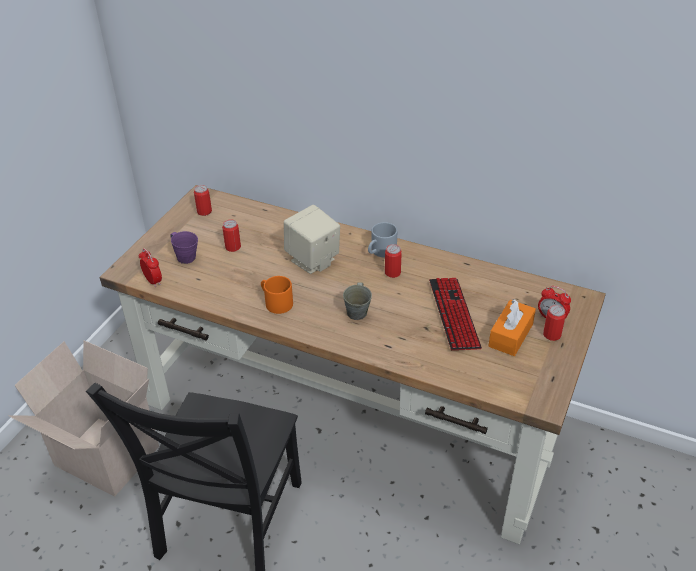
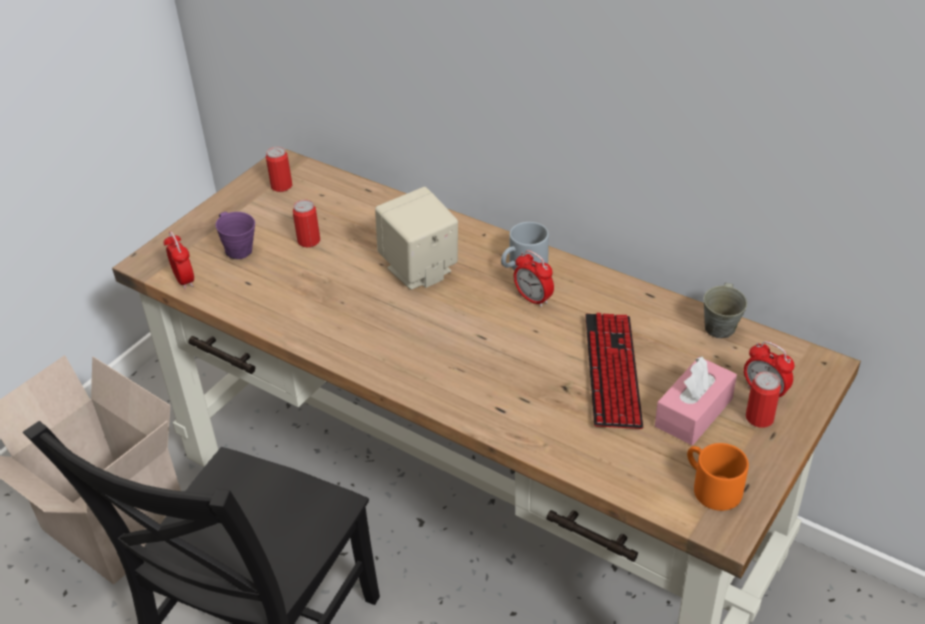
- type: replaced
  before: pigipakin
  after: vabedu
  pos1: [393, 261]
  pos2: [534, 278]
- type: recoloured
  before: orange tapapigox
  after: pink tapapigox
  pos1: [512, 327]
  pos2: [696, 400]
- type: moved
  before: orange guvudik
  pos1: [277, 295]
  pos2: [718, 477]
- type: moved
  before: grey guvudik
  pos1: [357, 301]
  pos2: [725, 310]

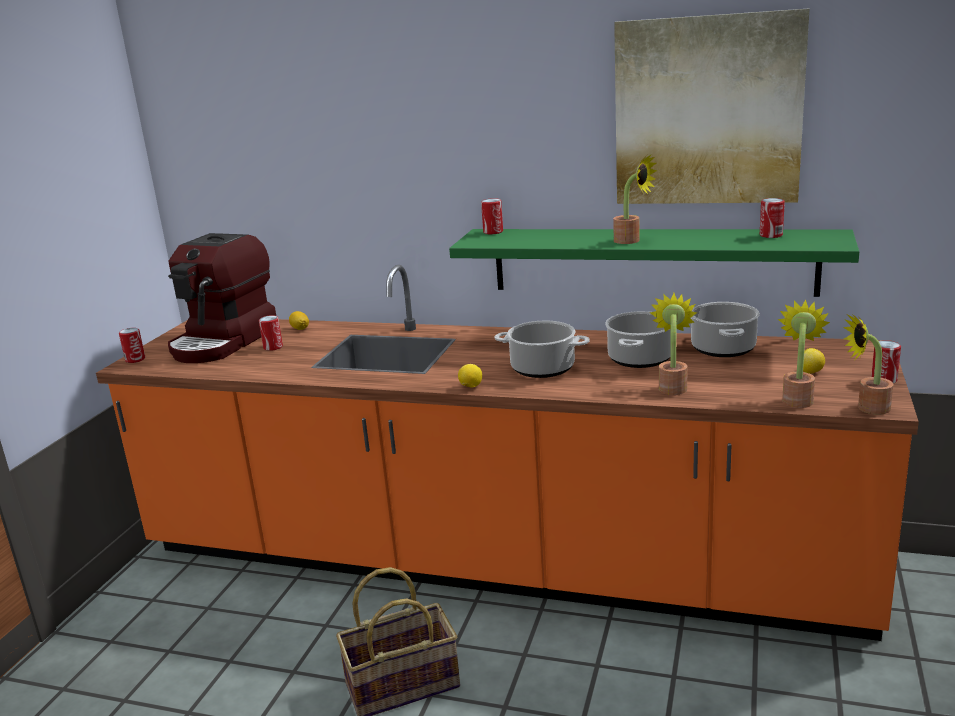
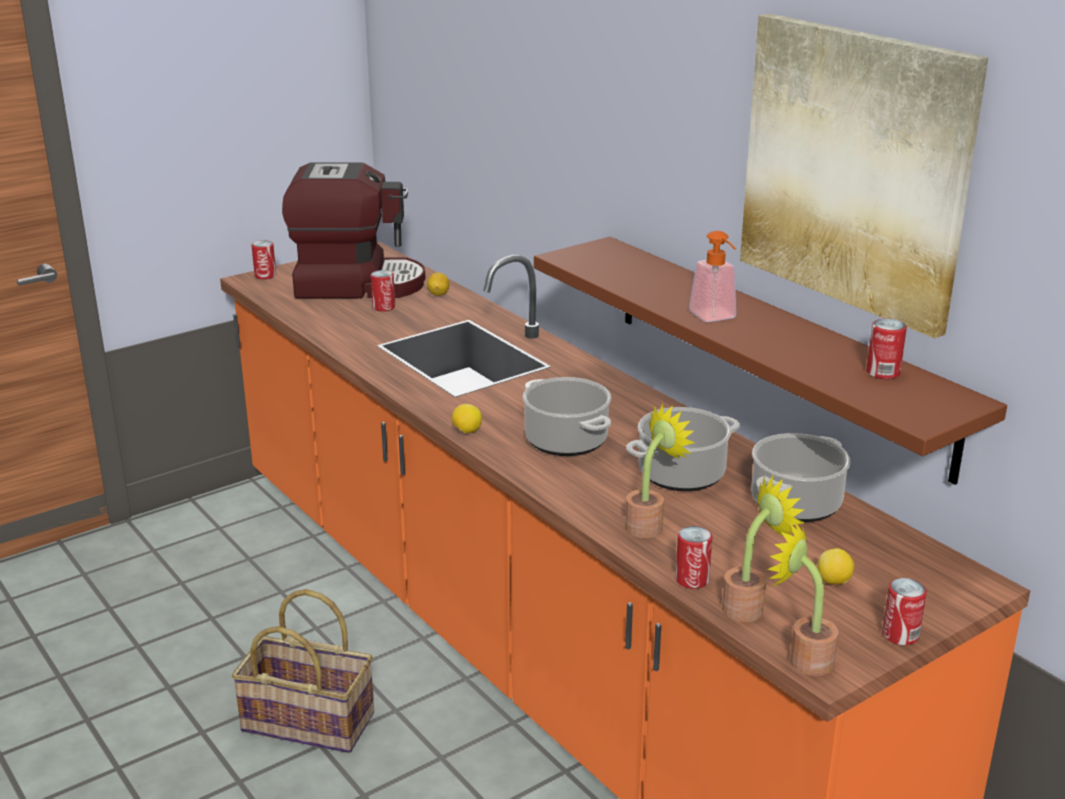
- type: turned
  before: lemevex
  pos1: [222, 298]
  pos2: [354, 230]
  turn: -150
- type: recoloured
  before: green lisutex
  after: brown lisutex
  pos1: [654, 263]
  pos2: [770, 361]
- type: moved
  before: pigipakin
  pos1: [492, 216]
  pos2: [693, 557]
- type: replaced
  before: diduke
  after: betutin
  pos1: [635, 199]
  pos2: [712, 276]

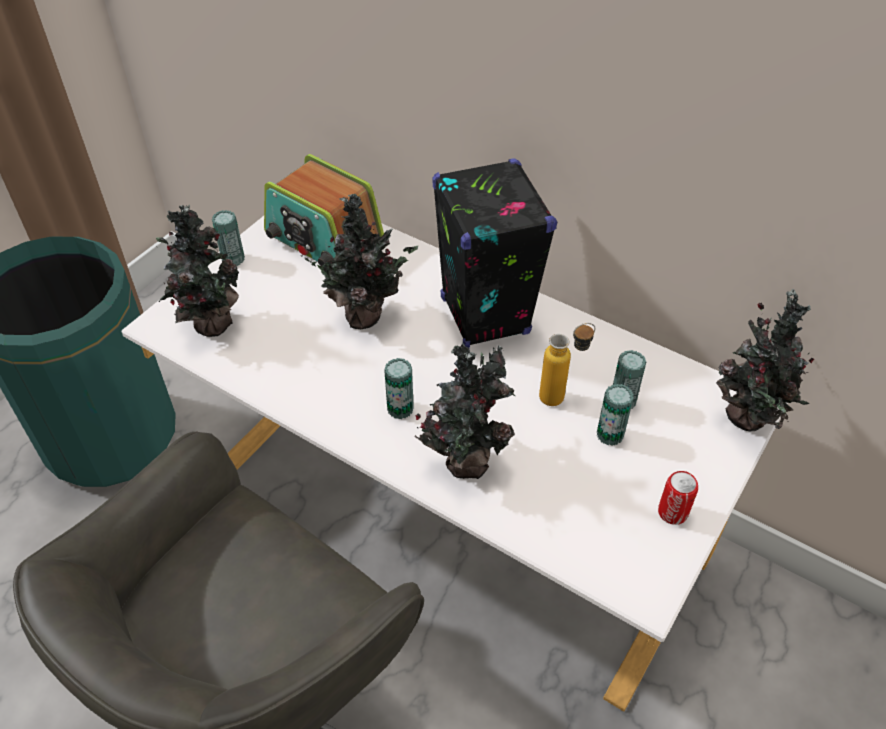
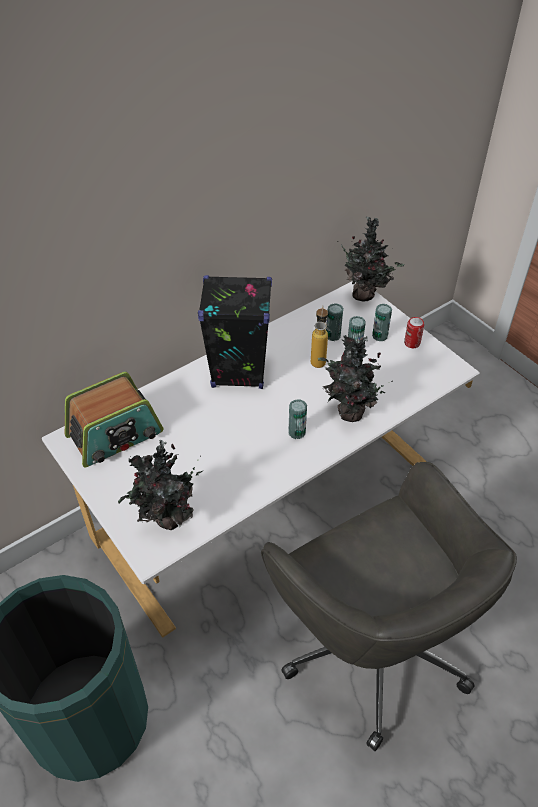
- type: moved
  before: pigipakin
  pos1: [228, 238]
  pos2: [382, 322]
- type: removed
  before: diduke
  pos1: [359, 261]

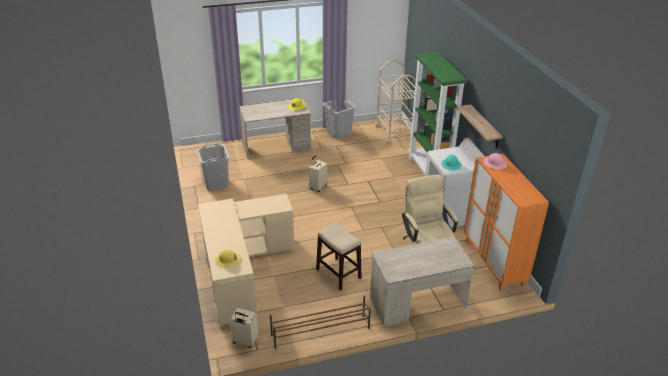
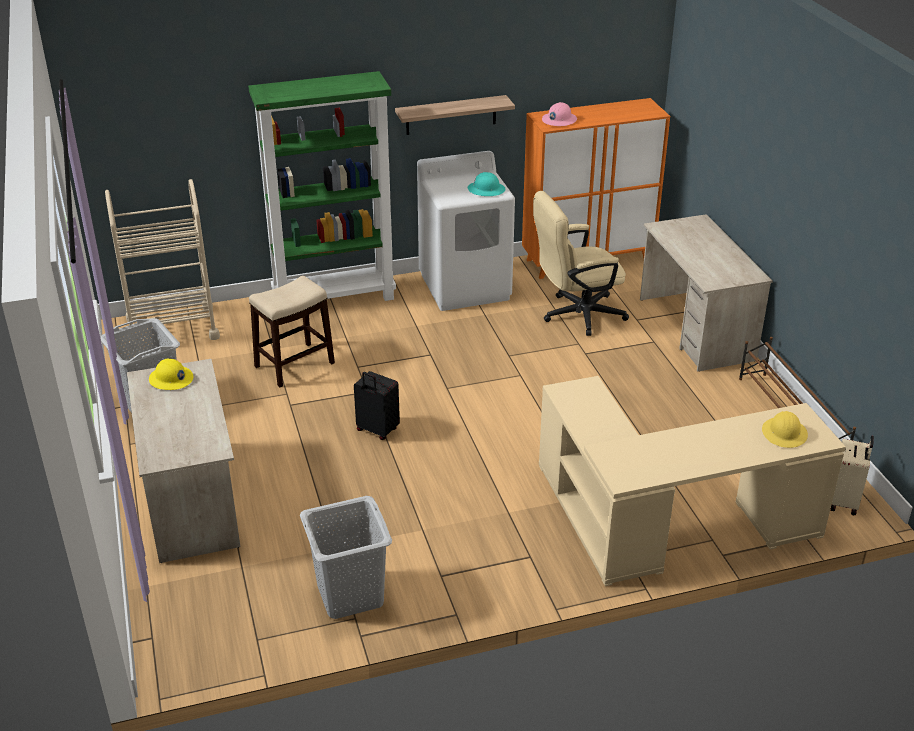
- type: moved
  before: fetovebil
  pos1: [338, 256]
  pos2: [292, 332]
- type: recoloured
  before: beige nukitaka
  after: black nukitaka
  pos1: [318, 174]
  pos2: [377, 405]

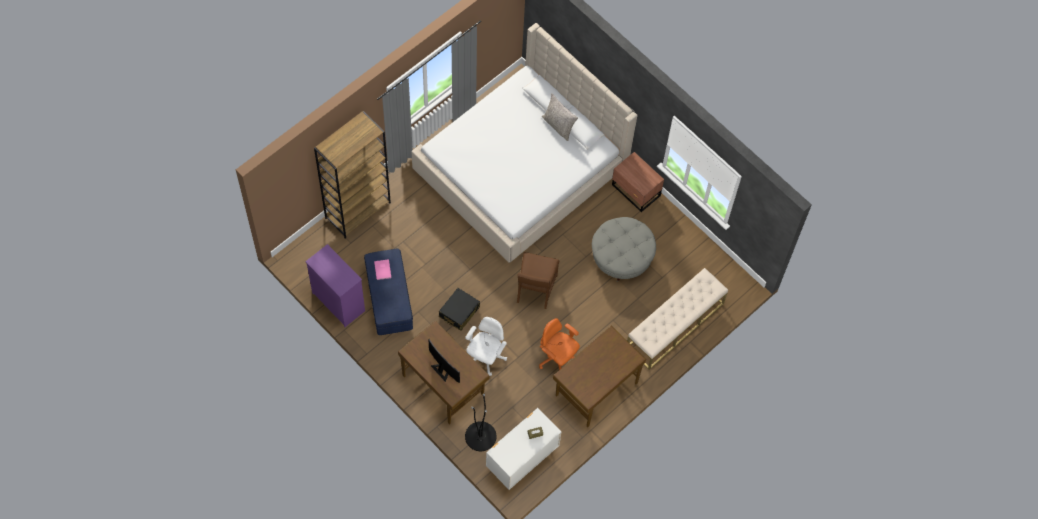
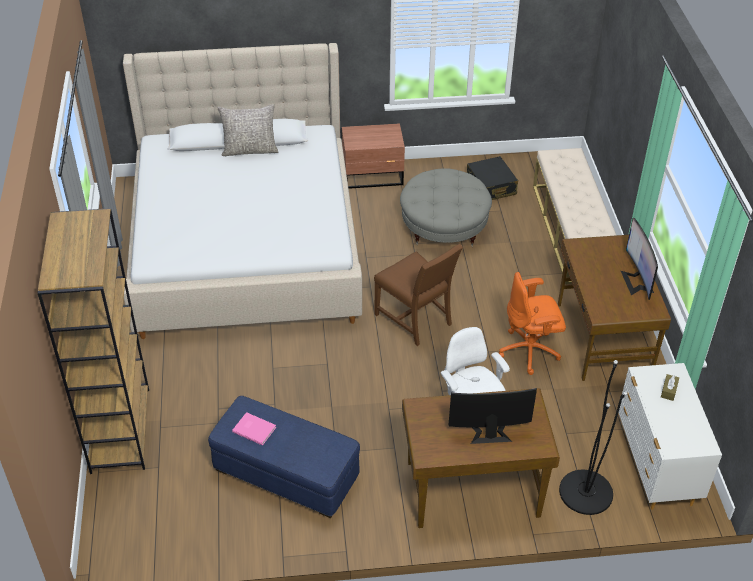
- type: moved
  before: black nukitaka
  pos1: [459, 309]
  pos2: [492, 178]
- type: added
  after: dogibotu
  pos2: [639, 259]
- type: removed
  before: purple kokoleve
  pos1: [335, 285]

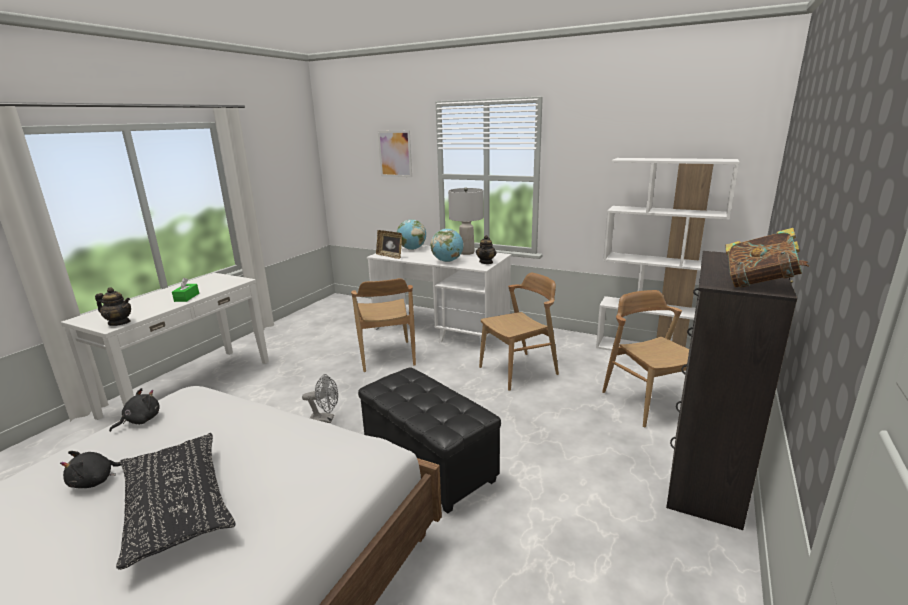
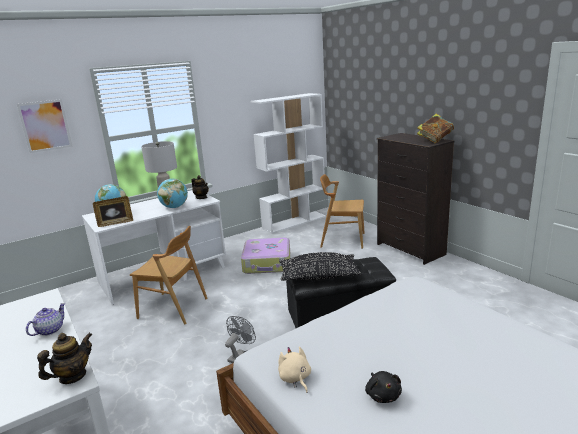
- type: replaced
  before: green tapapigox
  after: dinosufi
  pos1: [185, 290]
  pos2: [45, 319]
- type: replaced
  before: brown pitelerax
  after: nukitaka
  pos1: [519, 332]
  pos2: [265, 256]
- type: recoloured
  before: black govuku
  after: beige govuku
  pos1: [134, 410]
  pos2: [294, 369]
- type: moved
  before: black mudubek
  pos1: [176, 501]
  pos2: [320, 266]

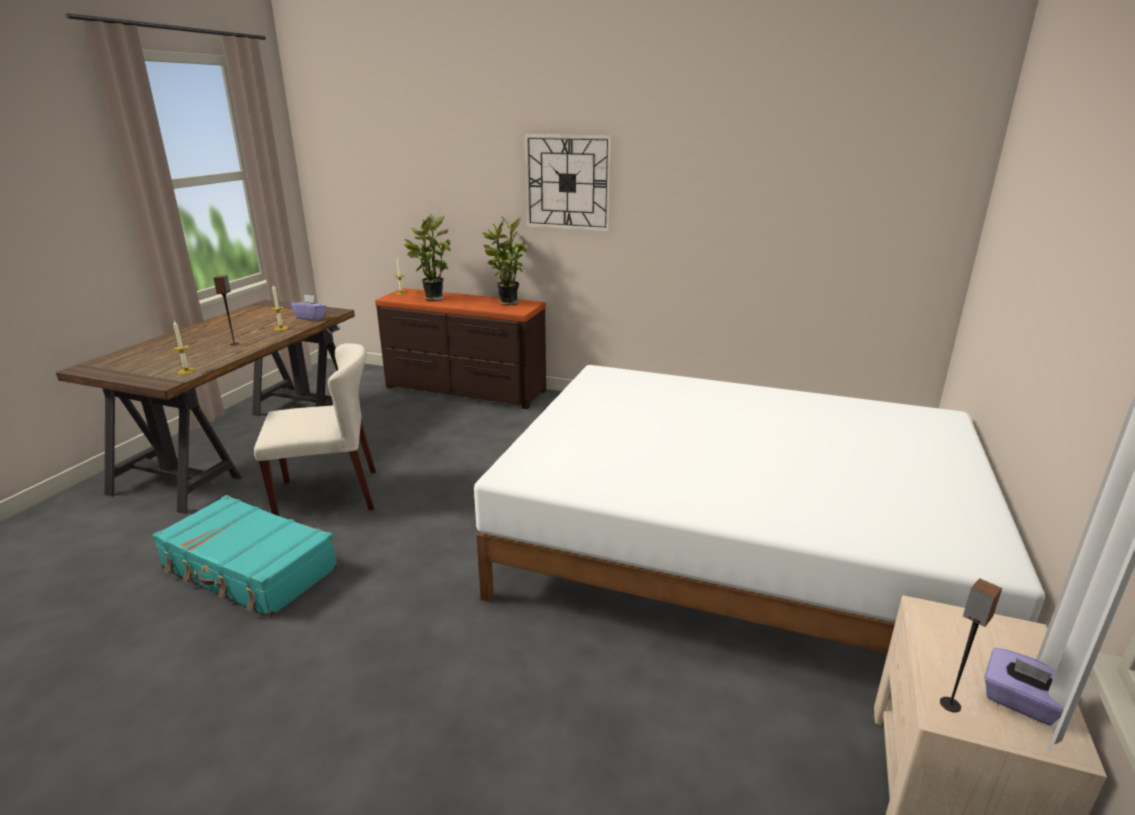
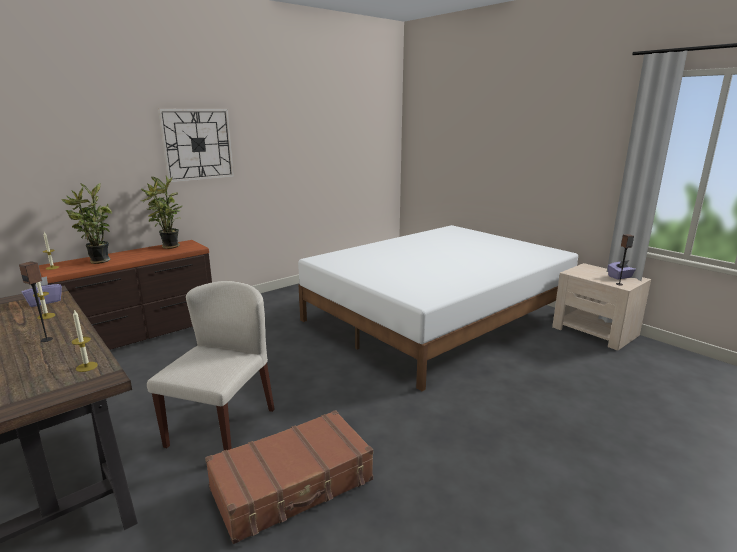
- type: recoloured
  before: turquoise nukitaka
  after: brown nukitaka
  pos1: [245, 556]
  pos2: [289, 477]

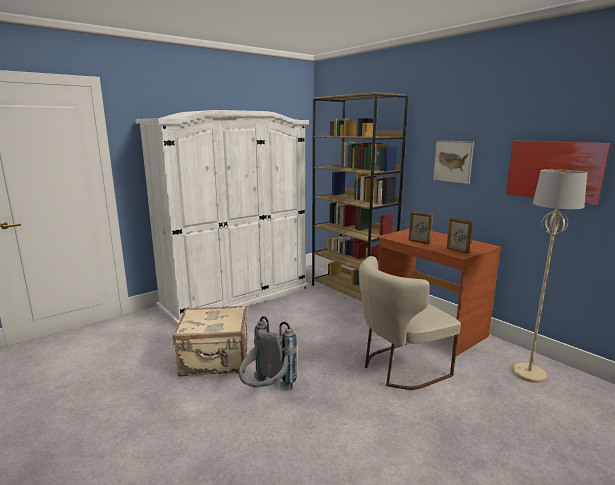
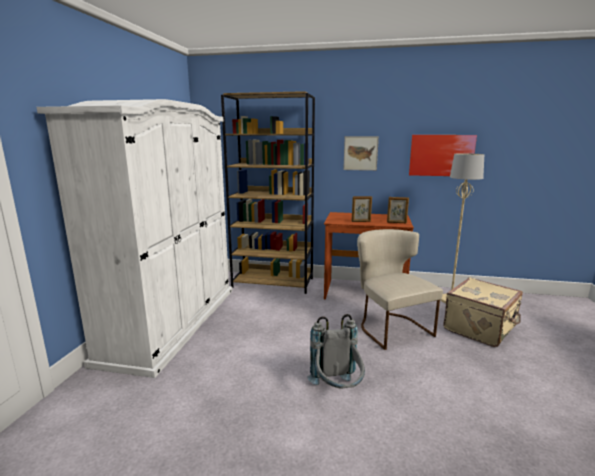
- type: turned
  before: beige pitelerax
  pos1: [410, 323]
  pos2: [400, 289]
  turn: 135
- type: moved
  before: beige nukitaka
  pos1: [210, 341]
  pos2: [483, 312]

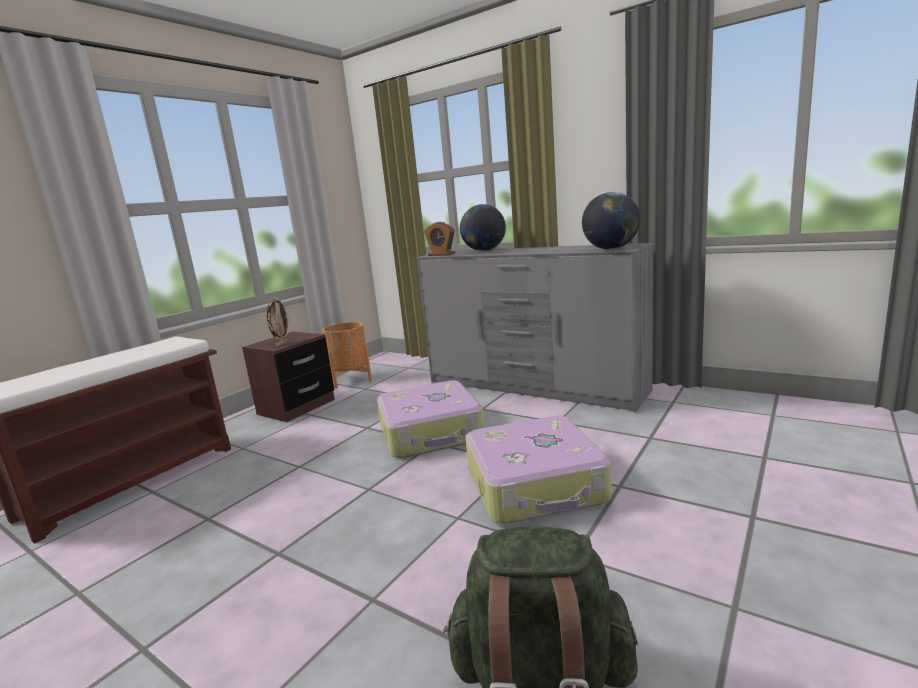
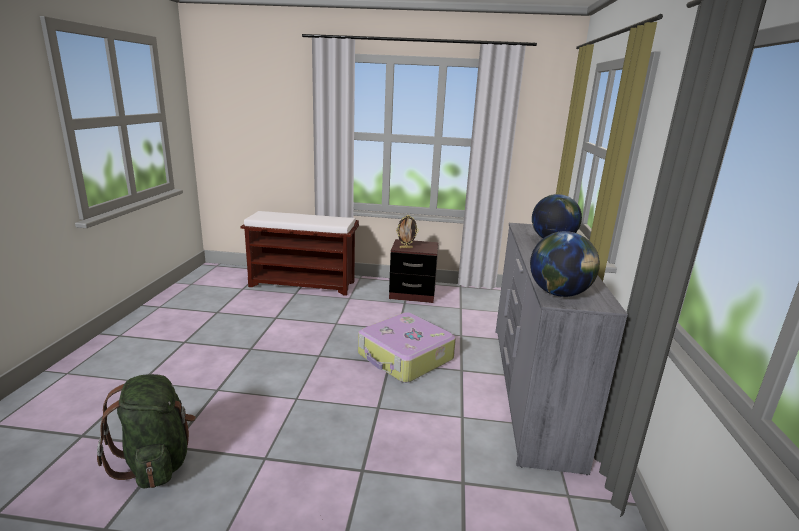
- type: removed
  before: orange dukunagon
  pos1: [347, 355]
- type: removed
  before: vabedu
  pos1: [439, 239]
- type: removed
  before: nukitaka
  pos1: [538, 470]

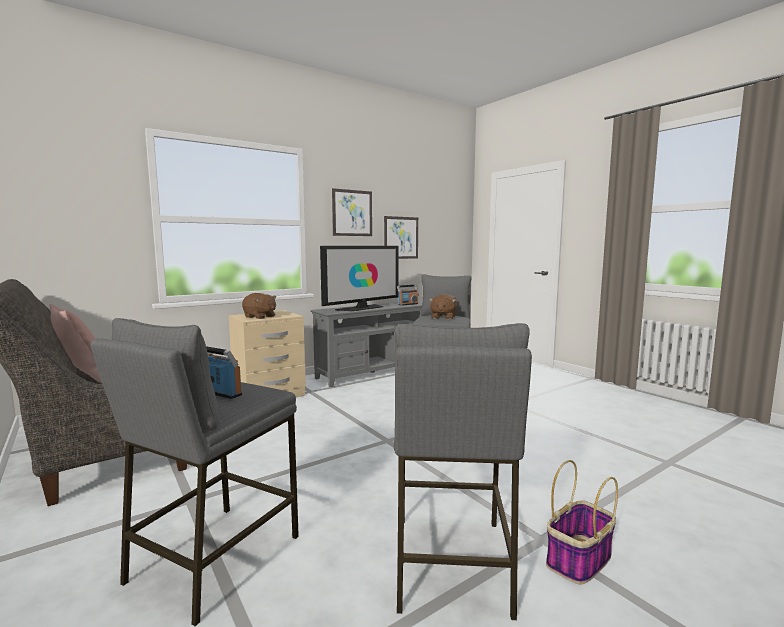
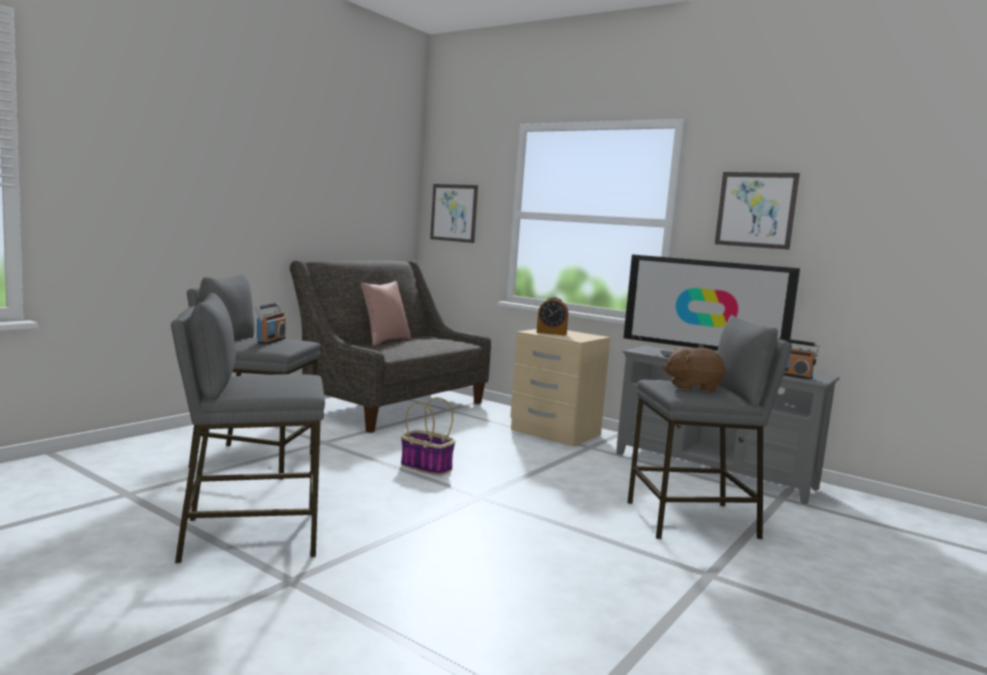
- type: moved
  before: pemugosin
  pos1: [582, 522]
  pos2: [428, 436]
- type: moved
  before: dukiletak
  pos1: [401, 237]
  pos2: [454, 213]
- type: replaced
  before: brown govuku
  after: vabedu
  pos1: [259, 306]
  pos2: [552, 316]

